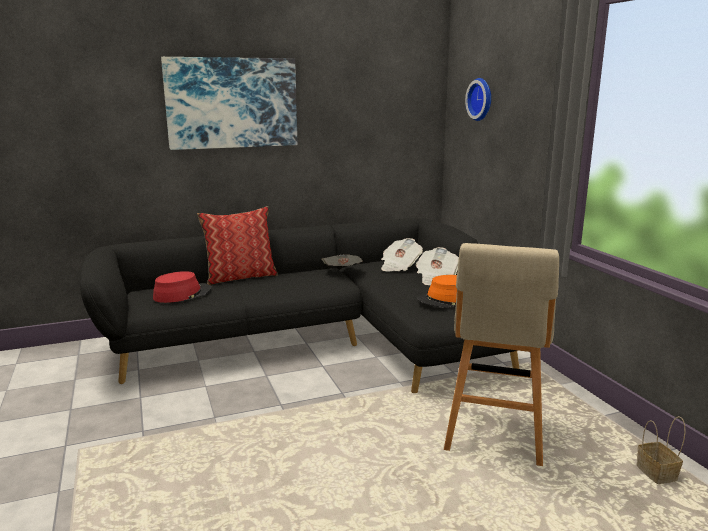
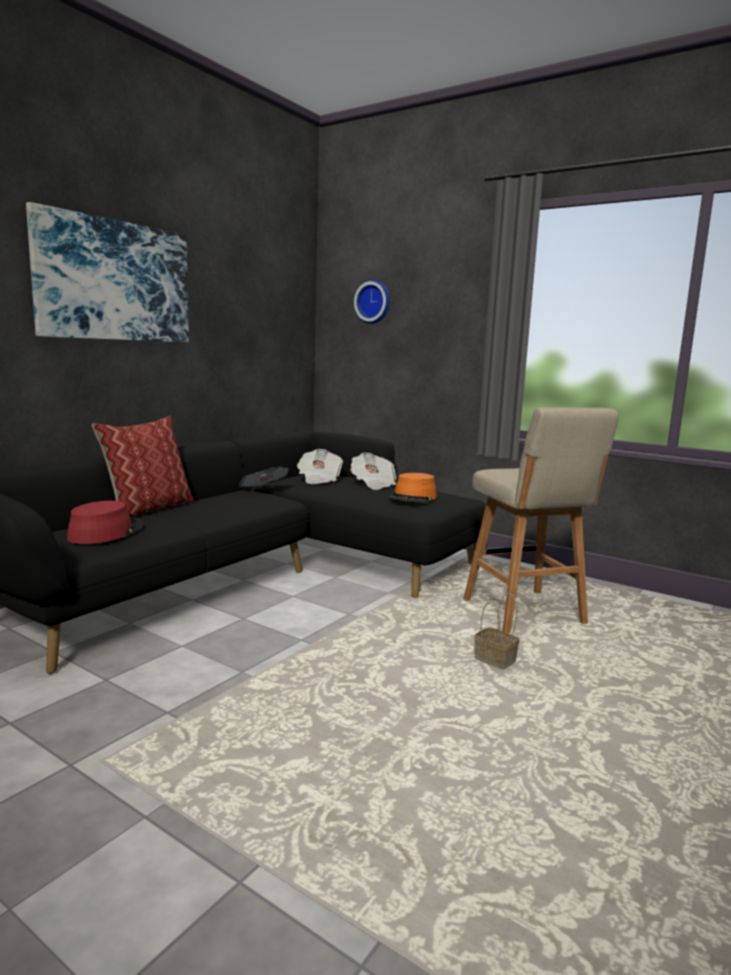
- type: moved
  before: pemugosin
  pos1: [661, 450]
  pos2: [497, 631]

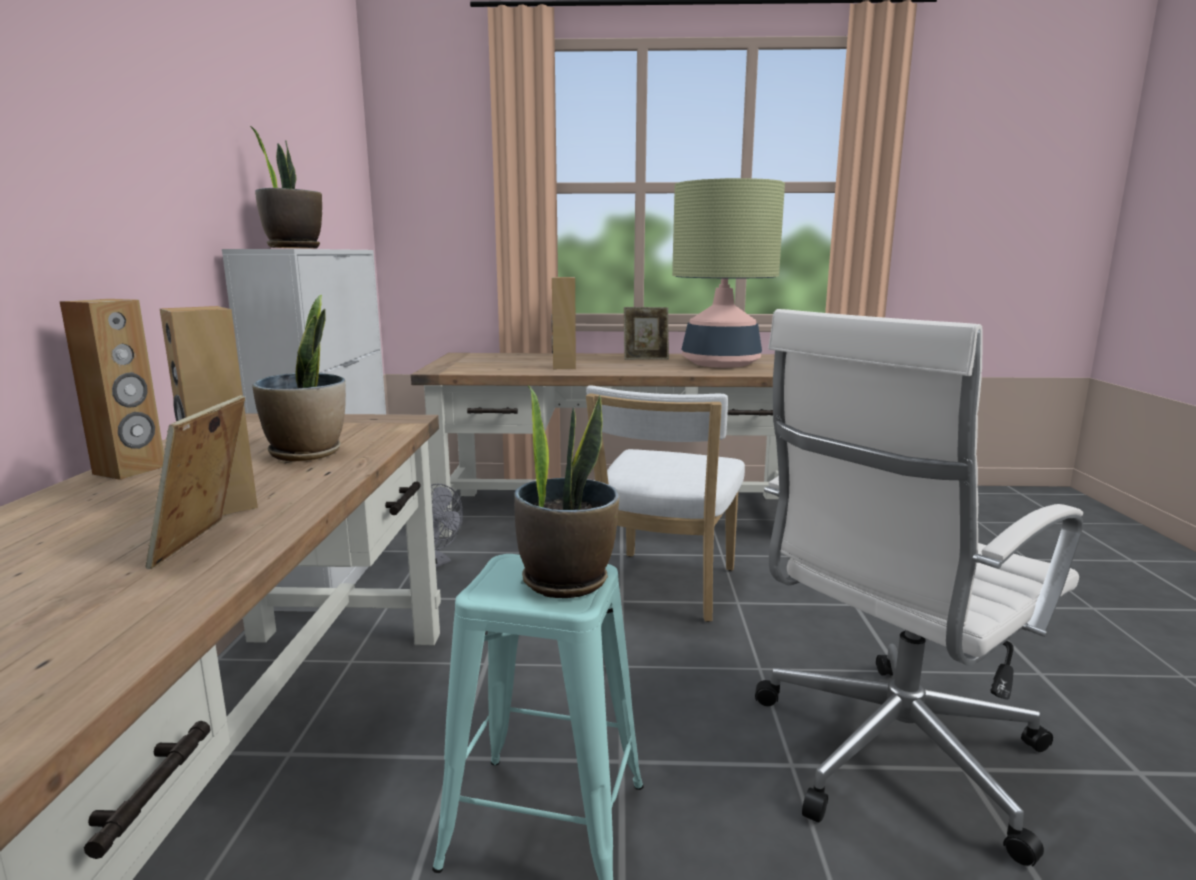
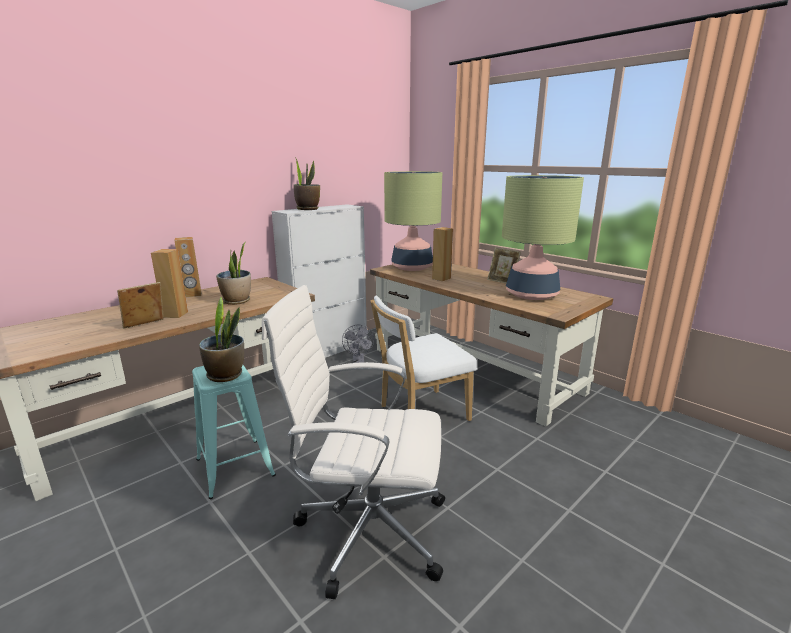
- type: added
  after: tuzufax
  pos2: [413, 221]

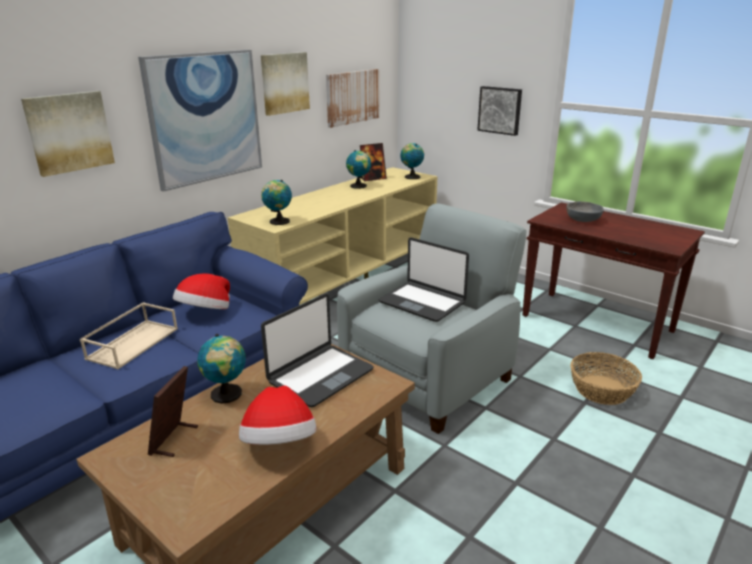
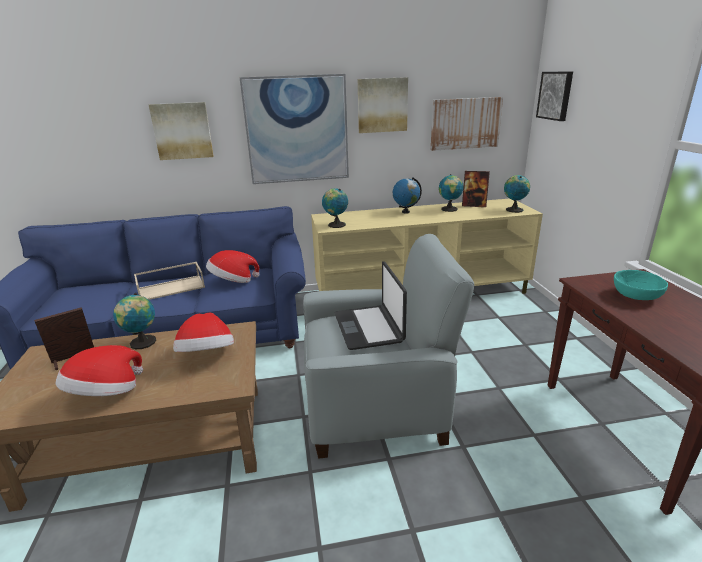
- type: replaced
  before: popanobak
  after: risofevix
  pos1: [317, 350]
  pos2: [203, 332]
- type: added
  after: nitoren
  pos2: [407, 195]
- type: moved
  before: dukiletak
  pos1: [499, 111]
  pos2: [554, 96]
- type: recoloured
  before: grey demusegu
  after: turquoise demusegu
  pos1: [585, 211]
  pos2: [641, 285]
- type: removed
  before: pemugosin
  pos1: [606, 378]

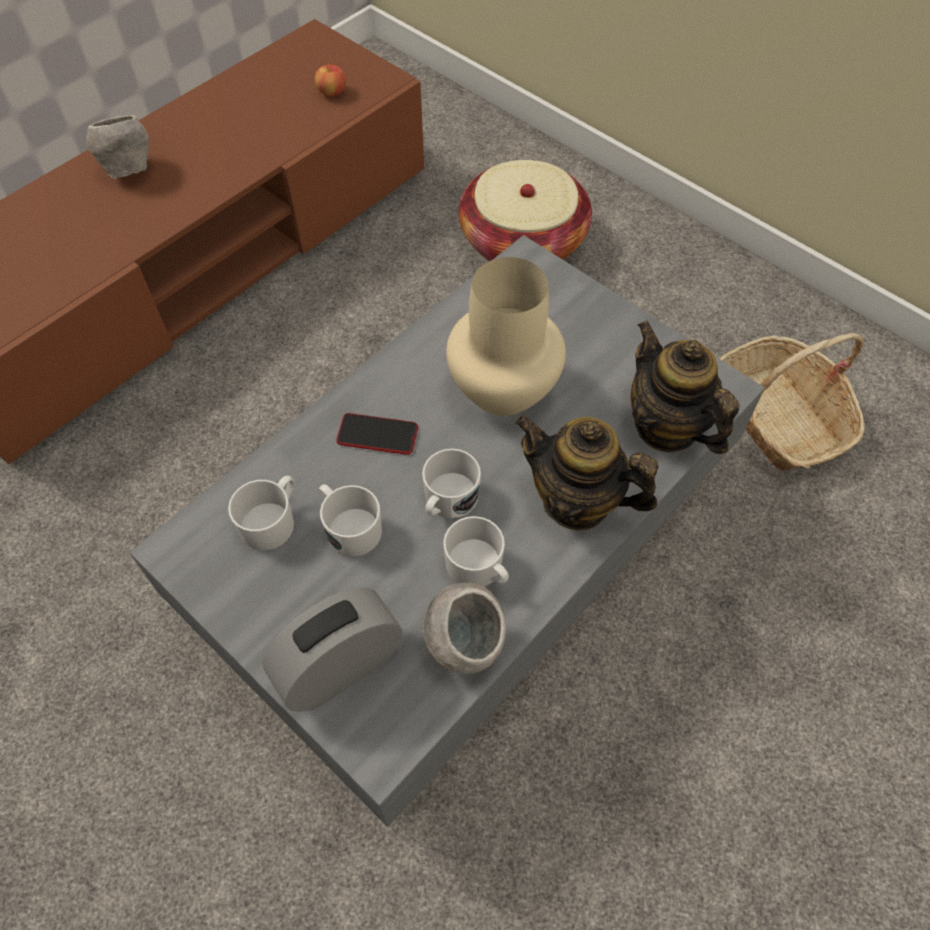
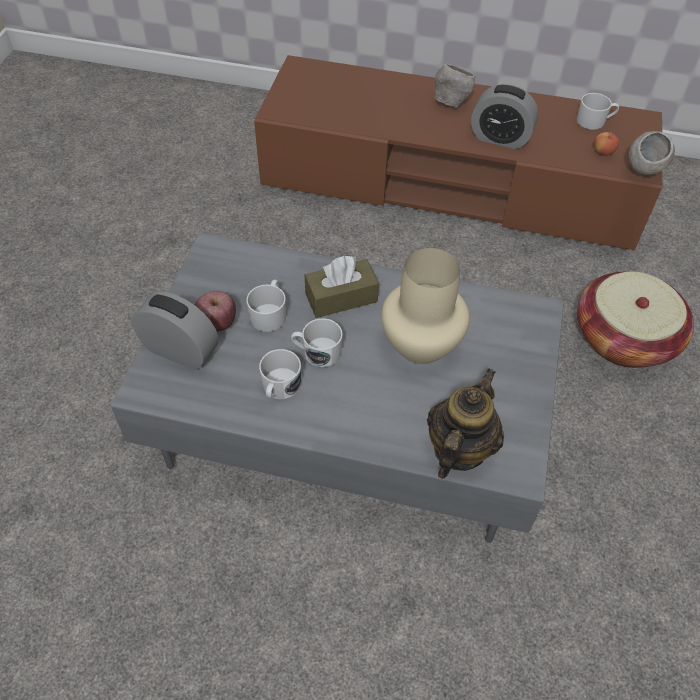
- type: added
  after: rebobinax
  pos2: [215, 311]
- type: replaced
  before: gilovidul
  after: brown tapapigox
  pos1: [377, 434]
  pos2: [342, 287]
- type: added
  after: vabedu
  pos2: [505, 116]
- type: moved
  before: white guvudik
  pos1: [261, 512]
  pos2: [597, 111]
- type: moved
  before: grey demusegu
  pos1: [464, 628]
  pos2: [652, 153]
- type: removed
  before: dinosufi
  pos1: [586, 473]
- type: removed
  before: pemugosin
  pos1: [792, 402]

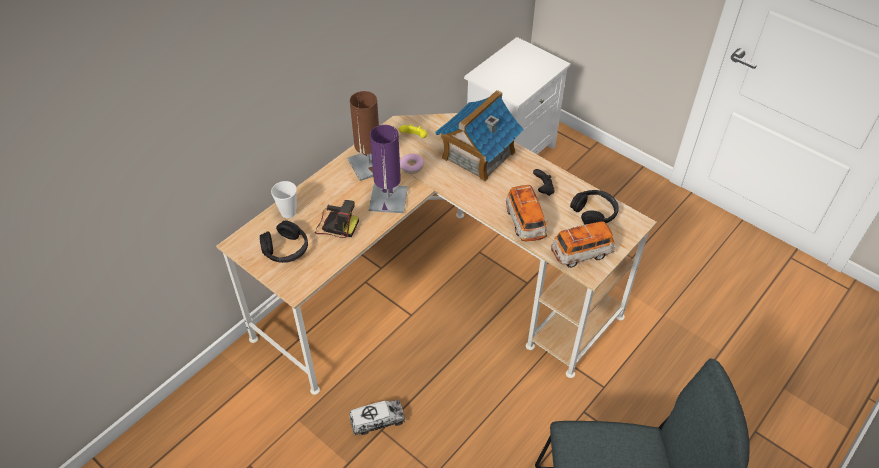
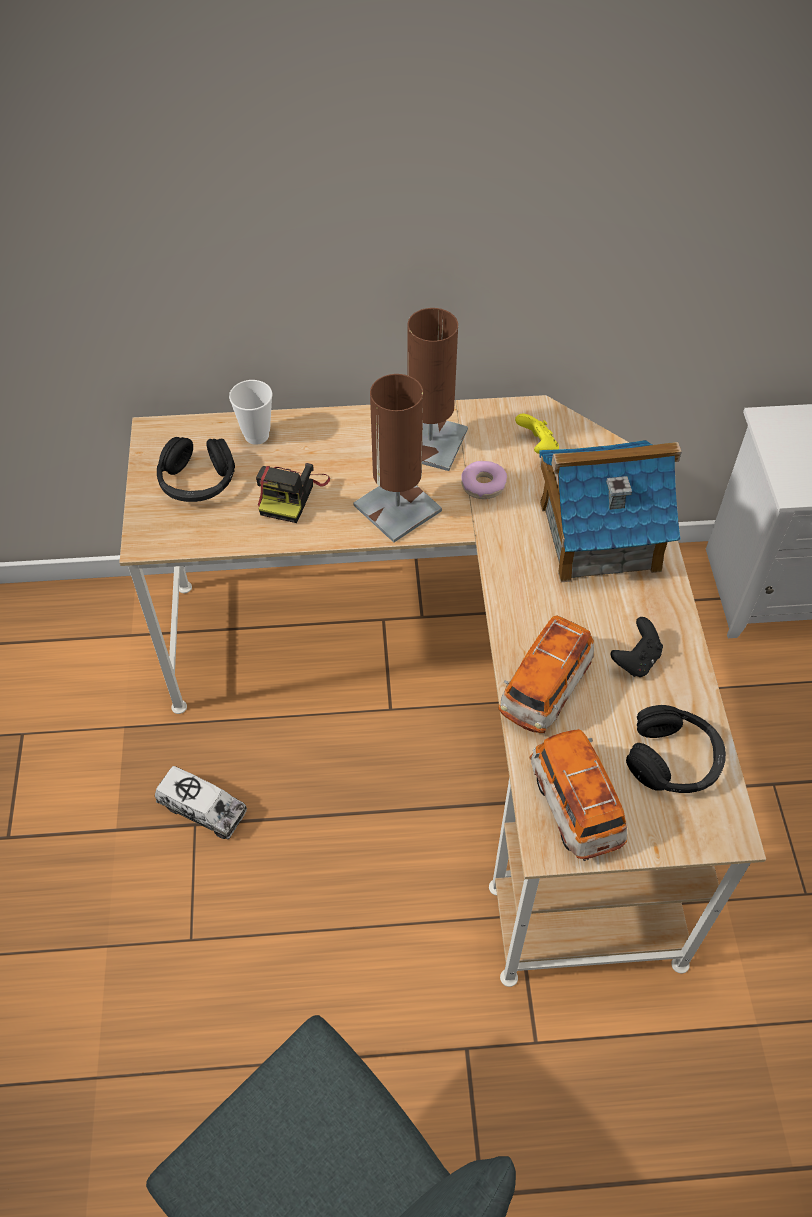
- type: turned
  before: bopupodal
  pos1: [337, 219]
  pos2: [293, 493]
  turn: 45
- type: recoloured
  before: purple tuzufax
  after: brown tuzufax
  pos1: [388, 169]
  pos2: [397, 458]
- type: turned
  before: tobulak
  pos1: [583, 244]
  pos2: [578, 795]
  turn: -135

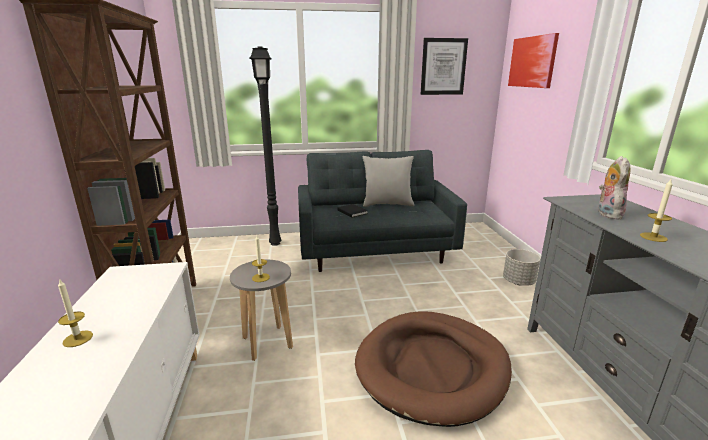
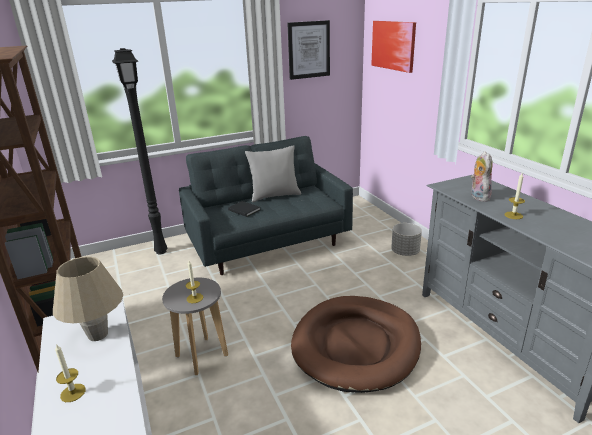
- type: added
  after: beige tuzufax
  pos2: [88, 298]

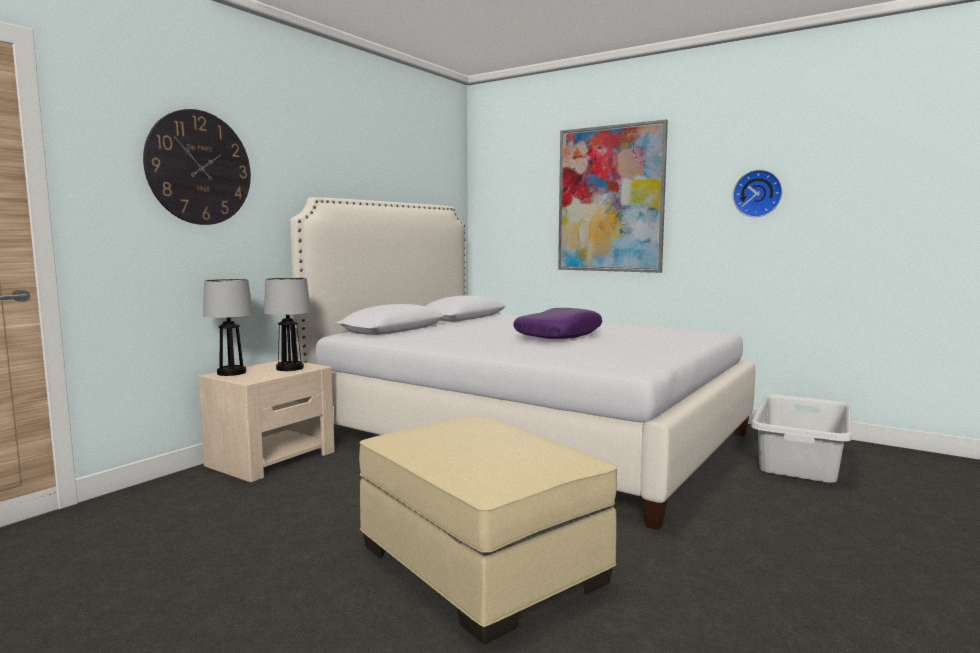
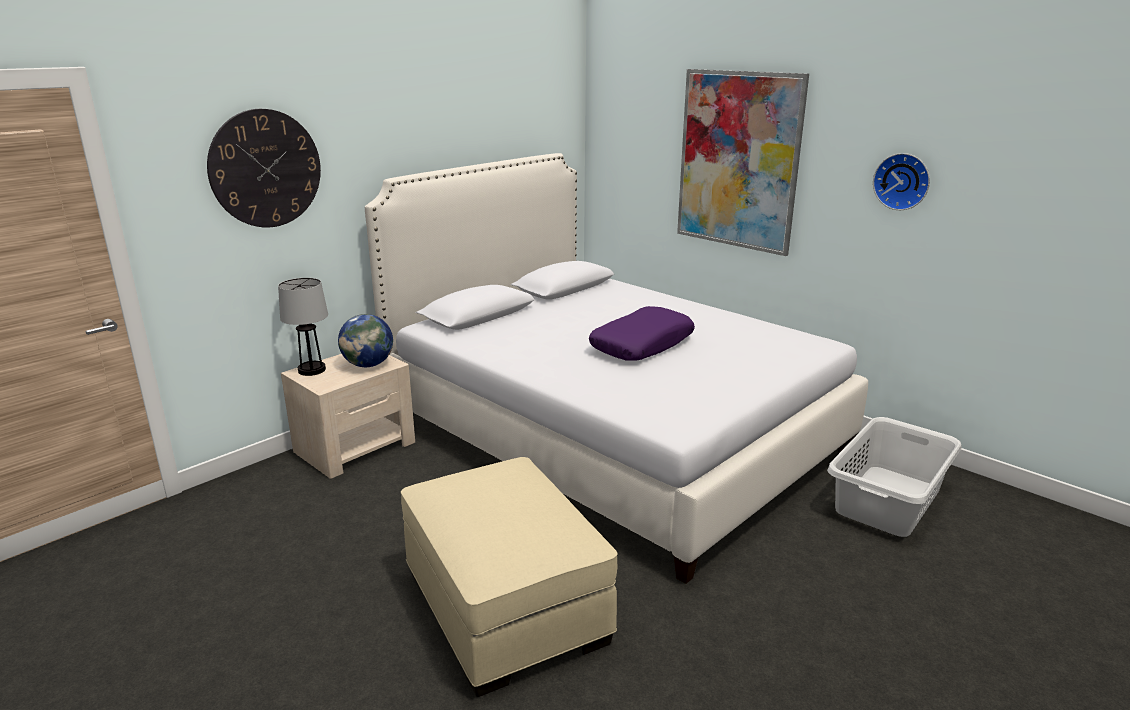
- type: replaced
  before: tuzufax
  after: nitoren
  pos1: [287, 324]
  pos2: [365, 340]

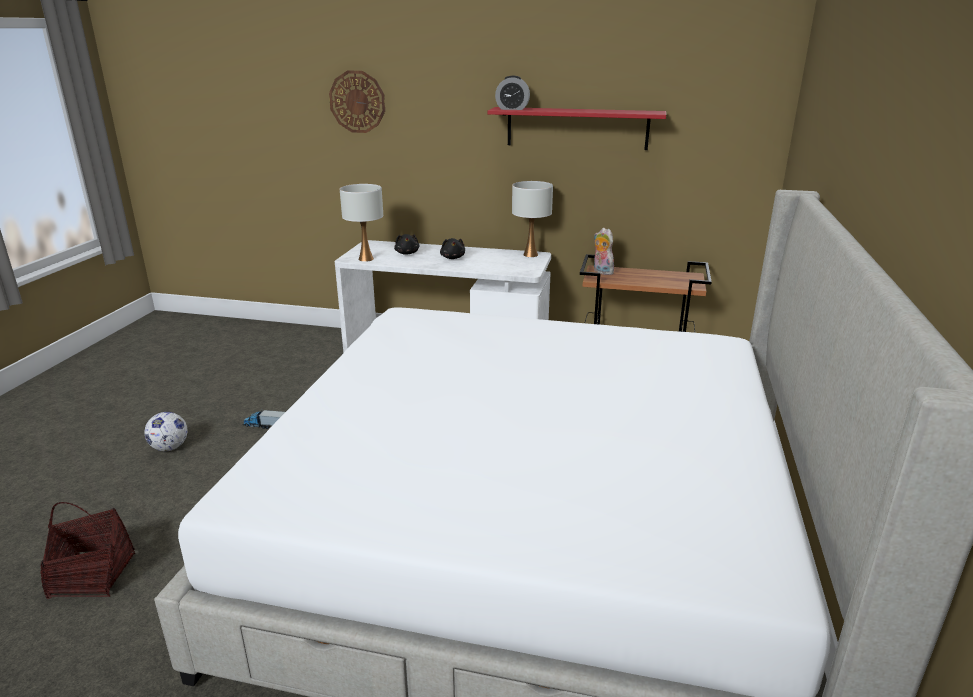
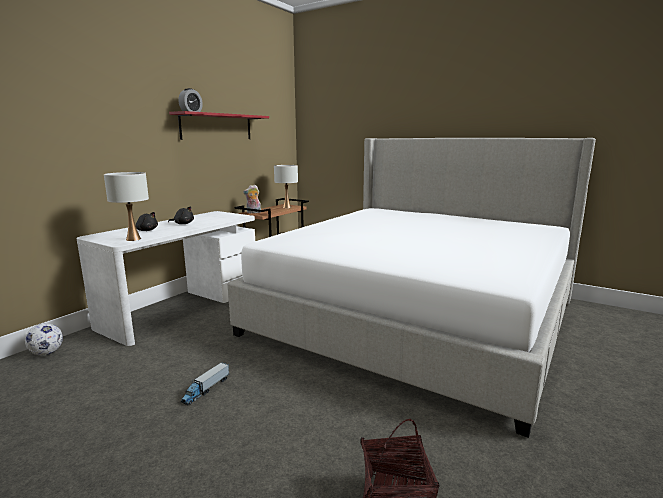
- type: moved
  before: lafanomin
  pos1: [165, 431]
  pos2: [44, 339]
- type: moved
  before: white tuzufax
  pos1: [532, 219]
  pos2: [286, 186]
- type: removed
  before: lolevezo
  pos1: [357, 102]

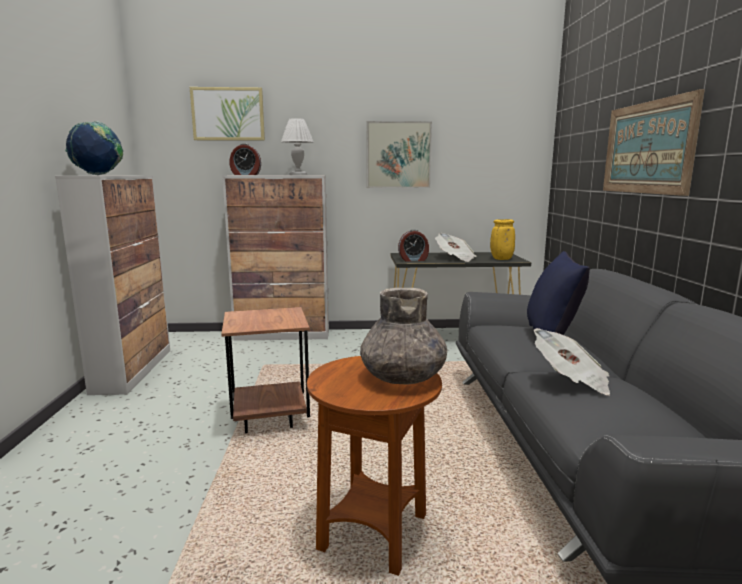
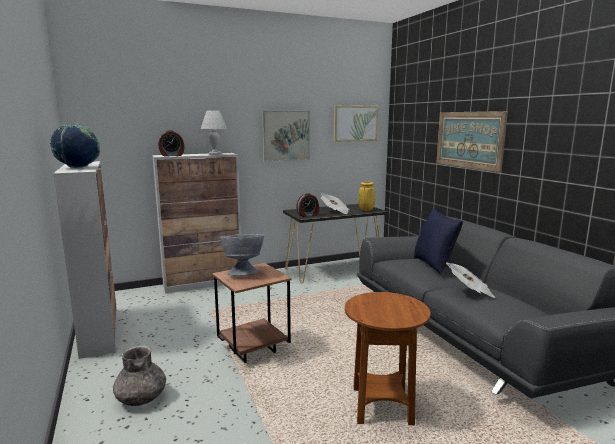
- type: moved
  before: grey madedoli
  pos1: [403, 336]
  pos2: [139, 376]
- type: added
  after: grey demusegu
  pos2: [242, 255]
- type: moved
  before: dukiletak
  pos1: [227, 114]
  pos2: [356, 123]

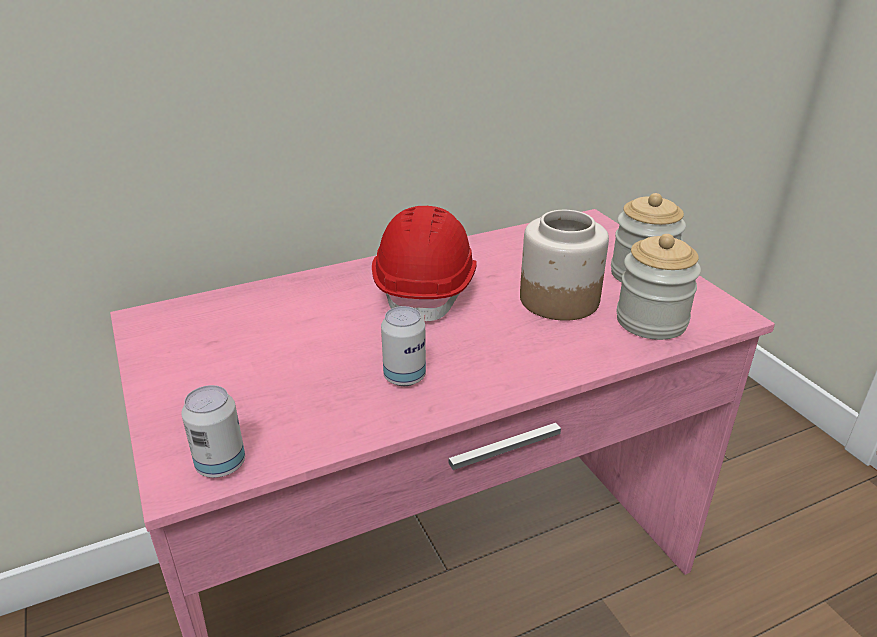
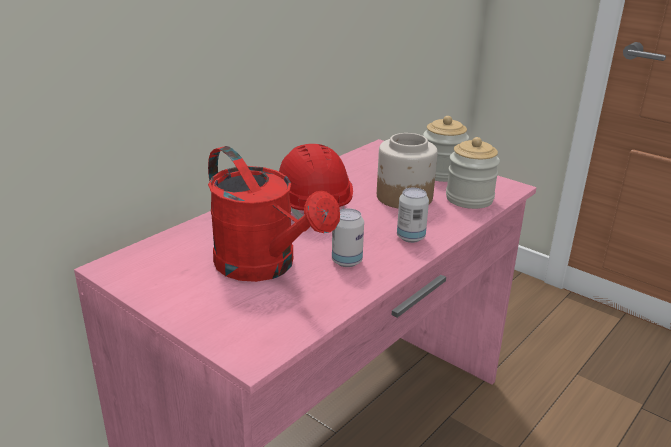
- type: added
  after: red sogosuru
  pos2: [274, 214]
- type: moved
  before: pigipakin
  pos1: [213, 431]
  pos2: [413, 215]

